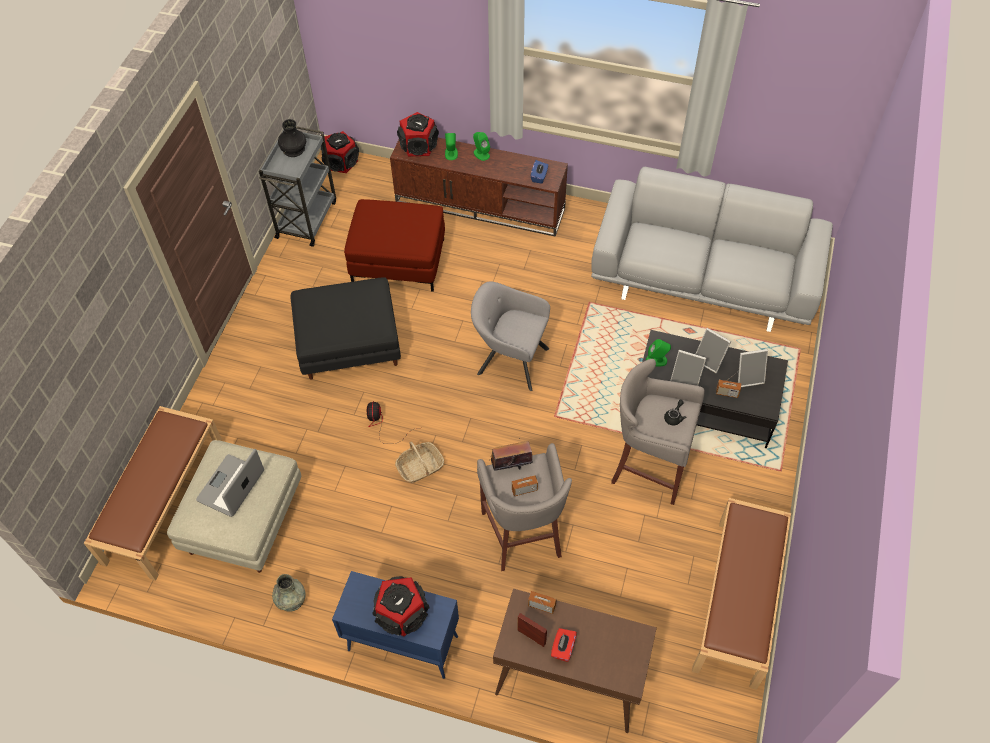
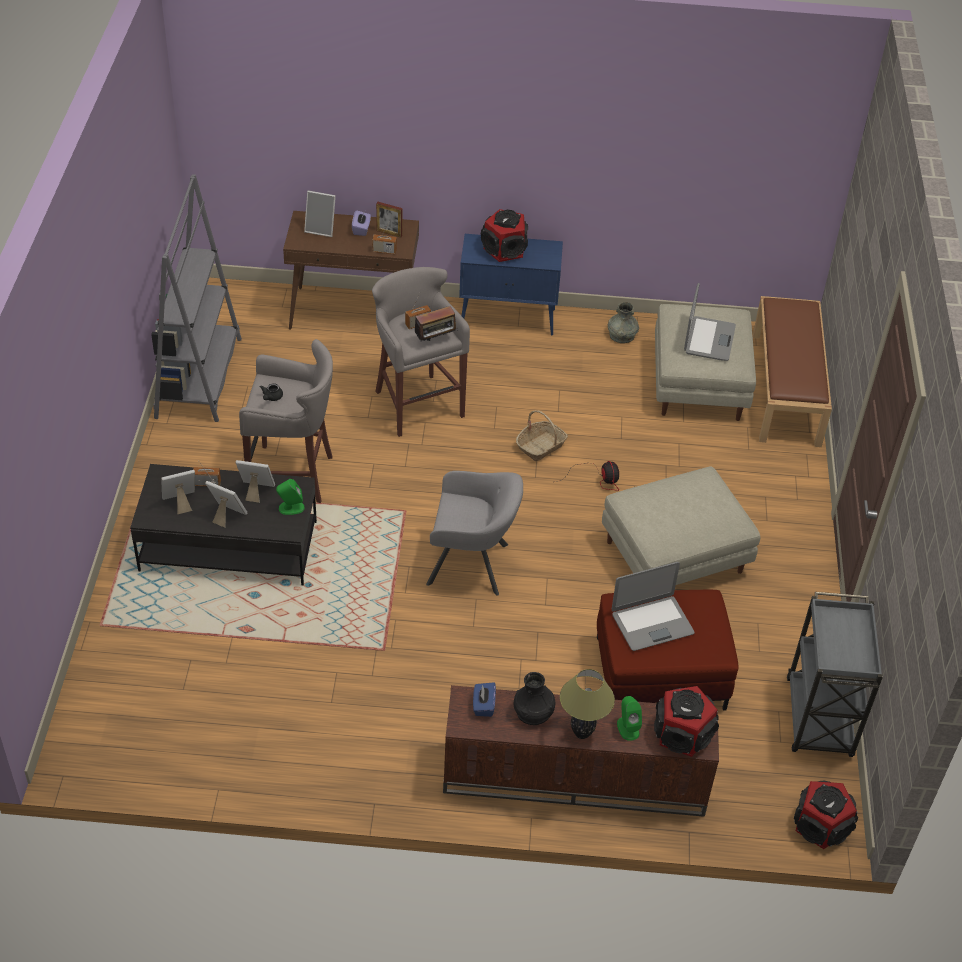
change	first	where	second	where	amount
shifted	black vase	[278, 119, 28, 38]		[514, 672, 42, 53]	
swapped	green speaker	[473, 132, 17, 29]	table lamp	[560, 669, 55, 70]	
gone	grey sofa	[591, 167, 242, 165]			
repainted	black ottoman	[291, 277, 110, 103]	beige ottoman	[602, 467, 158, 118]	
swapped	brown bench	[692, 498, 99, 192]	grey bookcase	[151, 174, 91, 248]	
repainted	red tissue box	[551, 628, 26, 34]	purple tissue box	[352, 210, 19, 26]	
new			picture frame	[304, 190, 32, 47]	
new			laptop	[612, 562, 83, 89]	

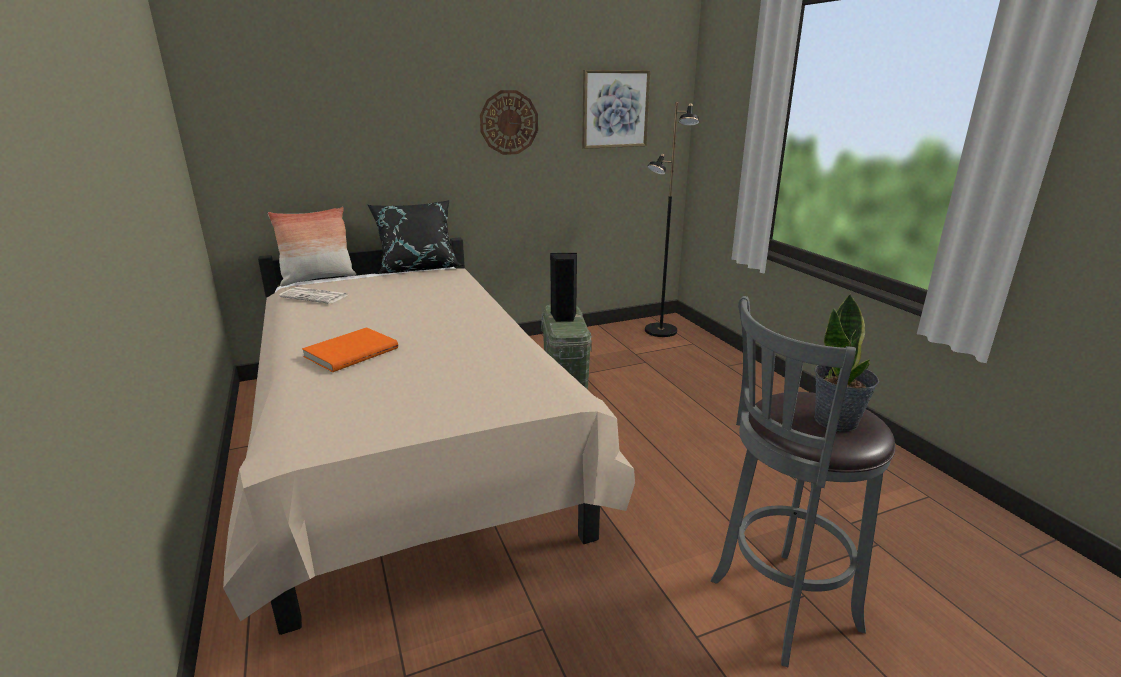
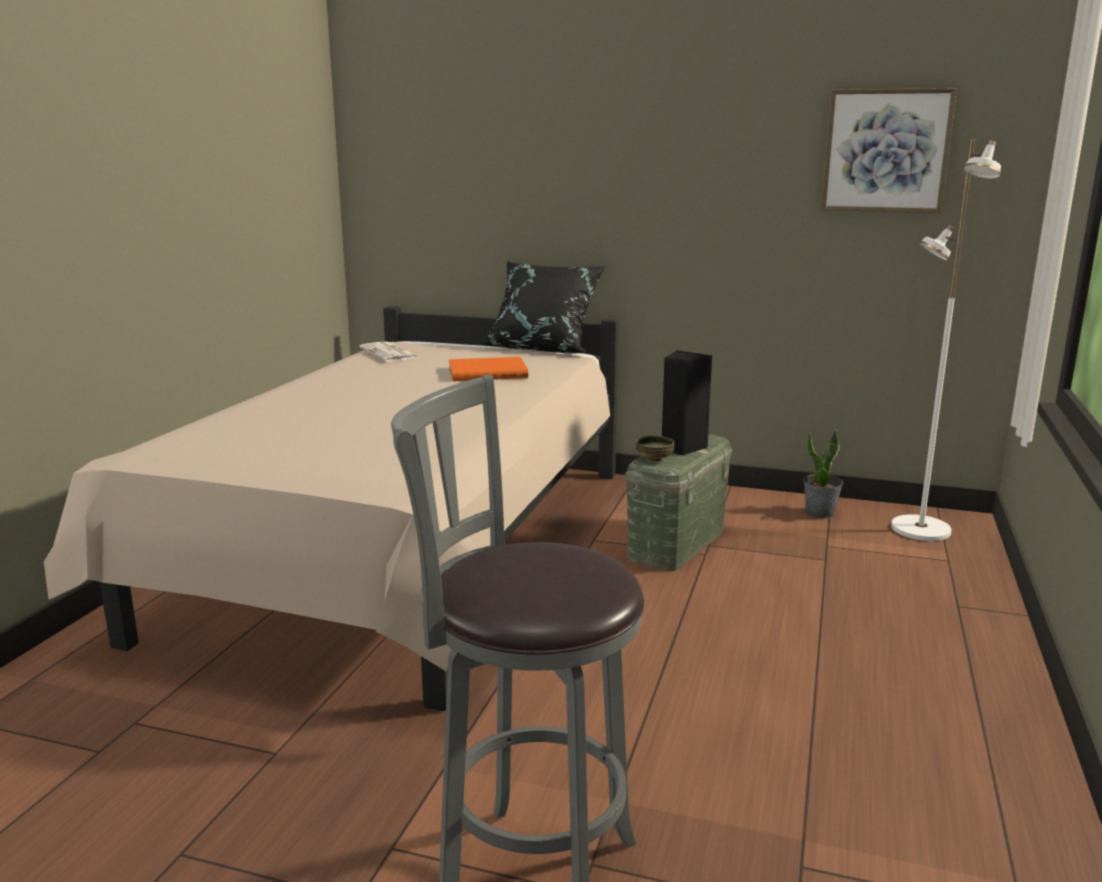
change	first	where	second	where	amount
gone	wall clock	[480, 90, 58, 65]			
repainted	black floor lamp	[645, 102, 54, 235]	white floor lamp	[891, 139, 110, 402]	
gone	pillow	[268, 207, 88, 79]			
shifted	potted plant	[814, 293, 65, 138]		[803, 429, 40, 89]	
shifted	orange book	[302, 327, 96, 45]		[449, 357, 79, 24]	
new			bowl	[636, 435, 38, 26]	

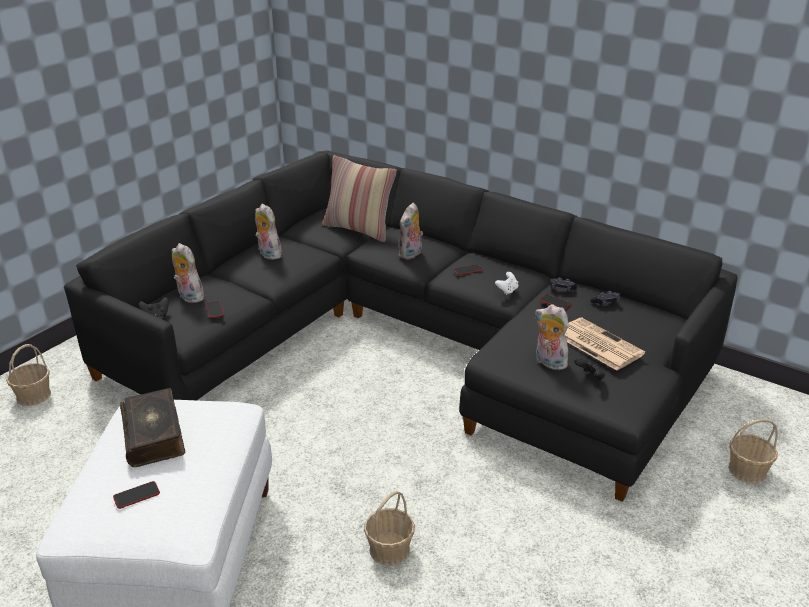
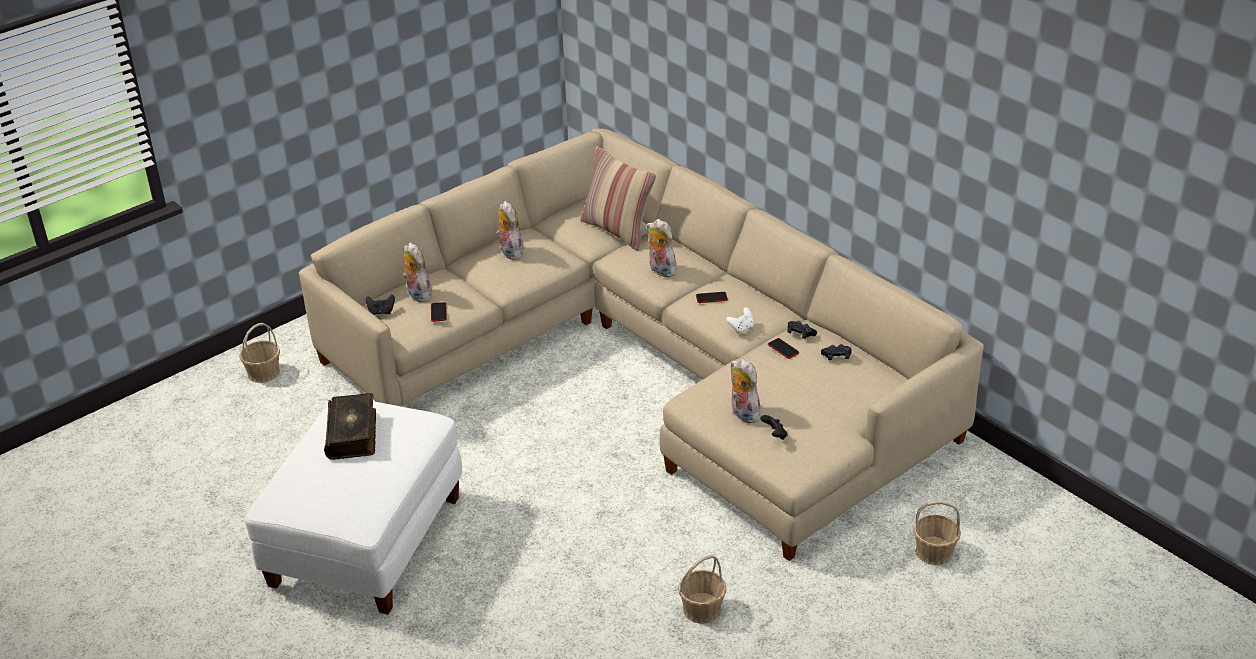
change	first	where	second	where	amount
repainted	black sofa	[64, 150, 674, 352]	beige sofa	[299, 129, 685, 432]	
rotated	plush toy	[399, 203, 24, 57]		[646, 219, 30, 58]	90 degrees clockwise
gone	newspaper	[565, 318, 80, 53]			
gone	phone	[113, 481, 47, 28]			
shifted	basket	[364, 491, 51, 75]		[678, 555, 49, 69]	

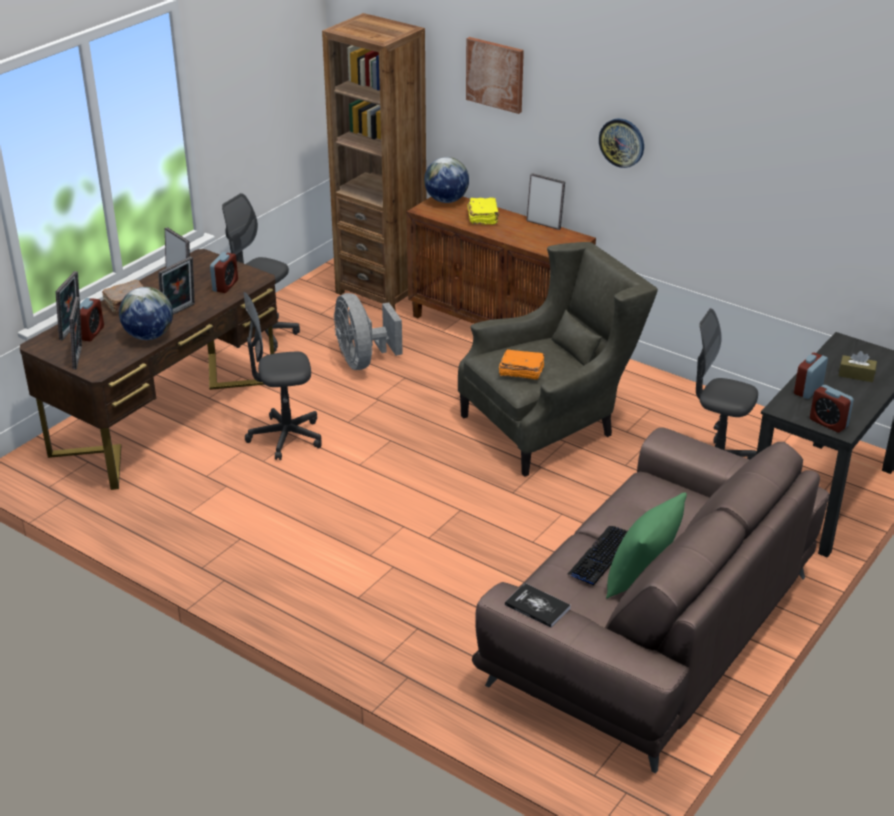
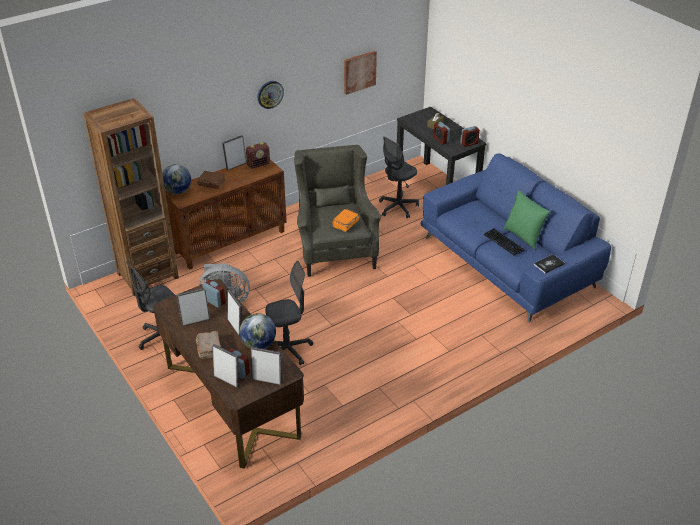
change	first	where	second	where	amount
shifted	picture	[466, 37, 58, 77]		[344, 51, 33, 44]	
repainted	yellow book	[467, 197, 32, 28]	brown book	[197, 171, 28, 18]	
rotated	grey office chair	[244, 292, 78, 168]		[265, 261, 48, 104]	120 degrees counterclockwise
repainted	brown sofa	[472, 428, 358, 346]	blue sofa	[420, 153, 191, 169]	
new			radio	[246, 142, 24, 27]	

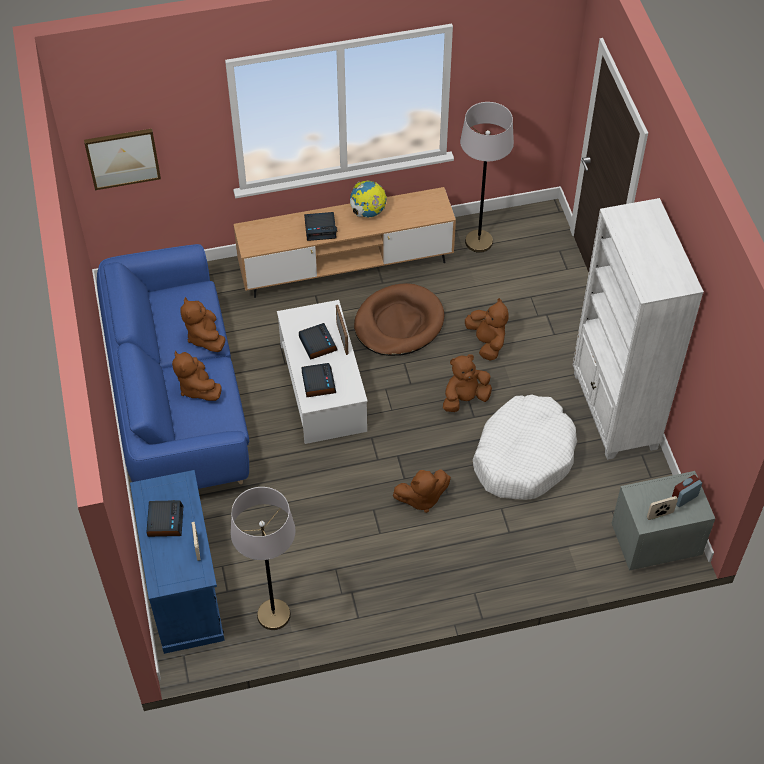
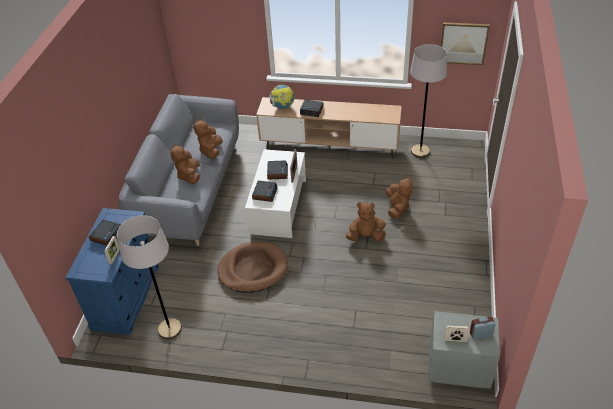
change	first	where	second	where	amount
shifted	picture	[84, 129, 77, 61]		[441, 22, 49, 43]	
shifted	globe	[350, 180, 37, 38]		[270, 85, 24, 24]	
gone	white bookcase	[573, 198, 131, 262]			
repainted	blue sofa	[97, 244, 152, 245]	grey sofa	[119, 94, 120, 152]	
shifted	brown dog bed	[354, 283, 90, 73]		[217, 242, 71, 51]	
gone	white dog bed	[473, 394, 104, 106]			
gone	brown plush toy	[393, 469, 58, 44]			

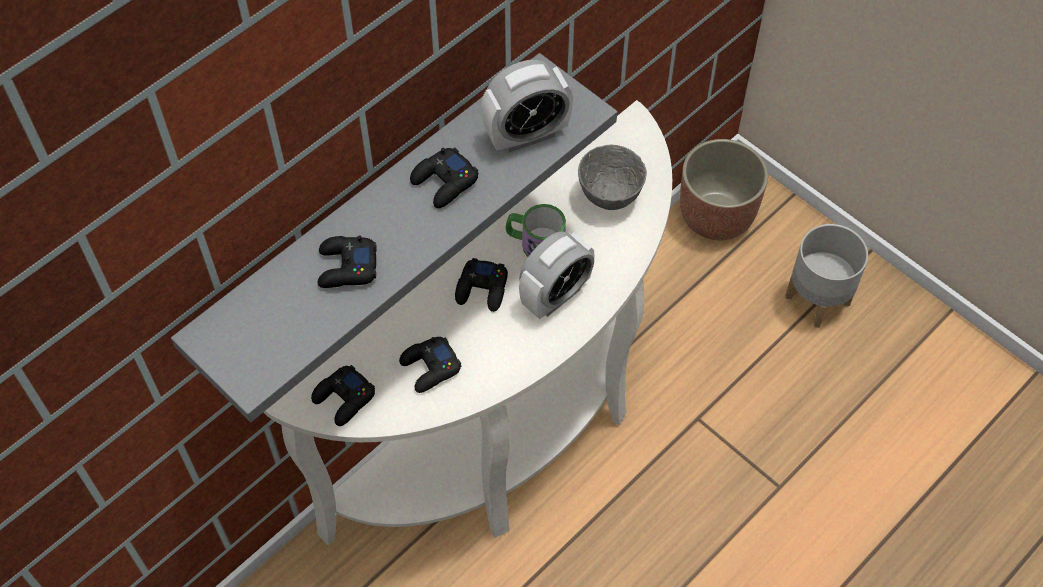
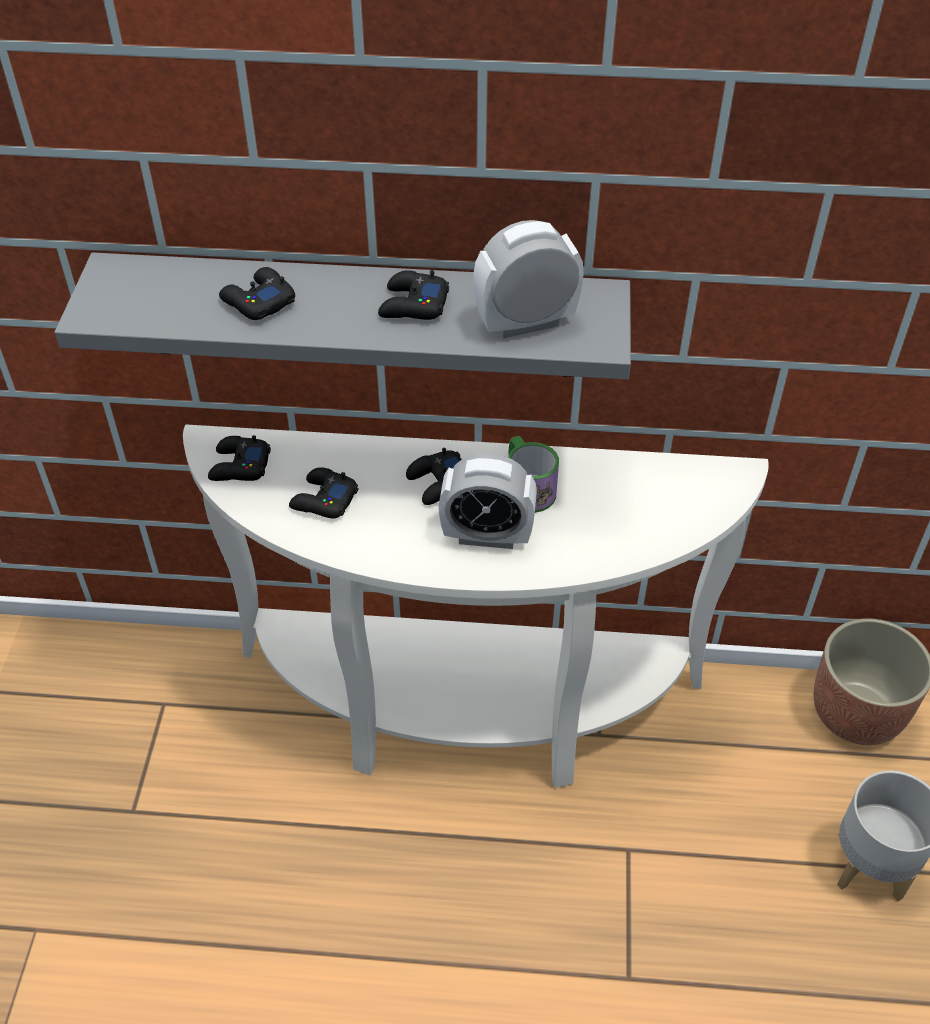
change	first	where	second	where	amount
rotated	alarm clock	[481, 60, 92, 93]		[473, 220, 111, 118]	135 degrees clockwise
gone	grey bowl	[578, 144, 69, 66]			

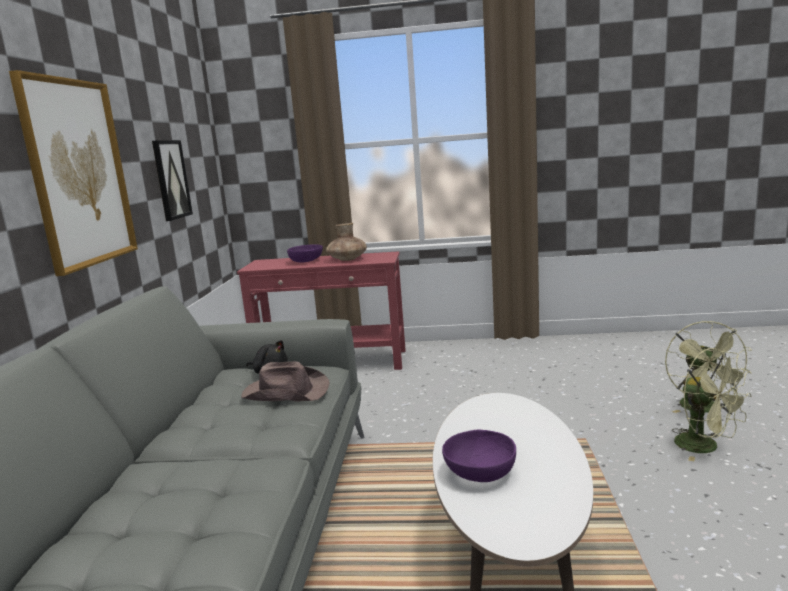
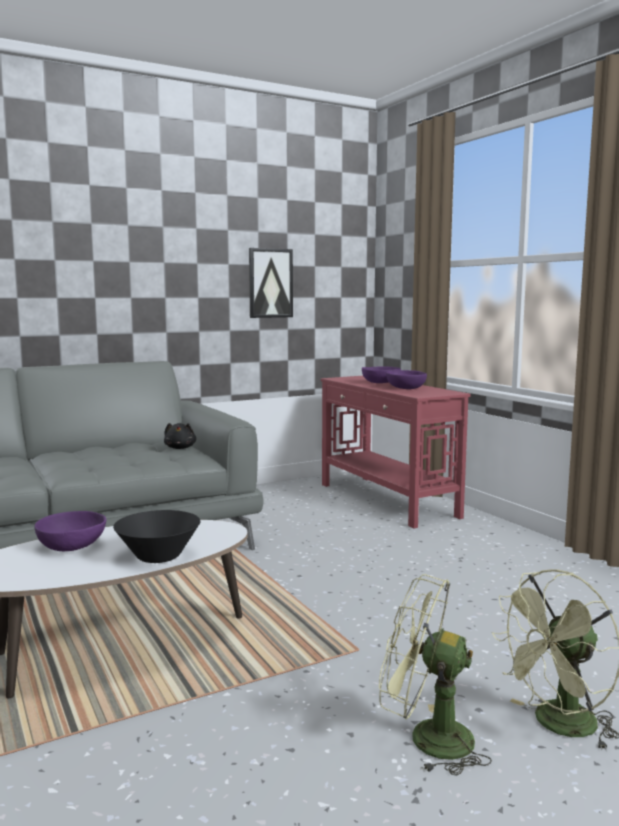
change	first	where	second	where	amount
gone	picture	[9, 70, 129, 206]			
swapped	brown vase	[326, 223, 41, 38]	purple bowl	[386, 370, 41, 19]	
rotated	green fan	[672, 348, 80, 113]		[379, 574, 113, 202]	90 degrees clockwise
gone	brown hat	[241, 361, 89, 41]			
new			black bowl	[113, 510, 87, 53]	

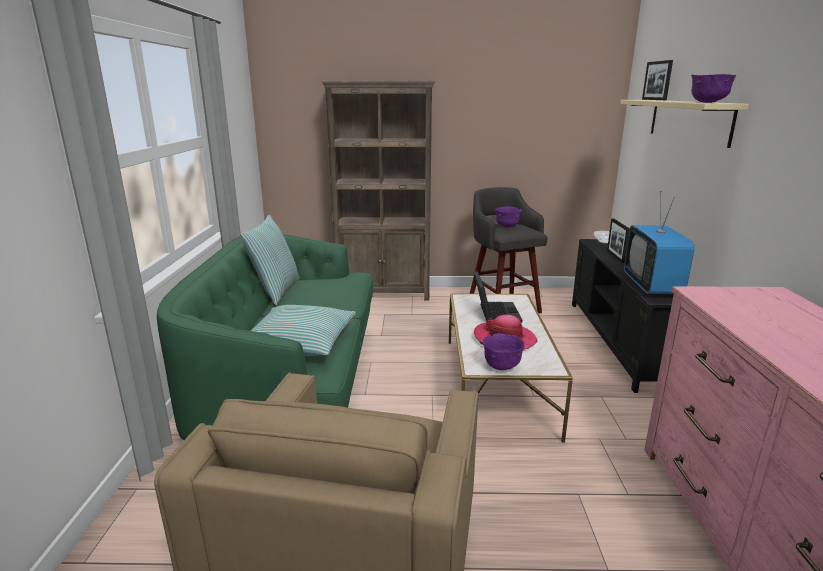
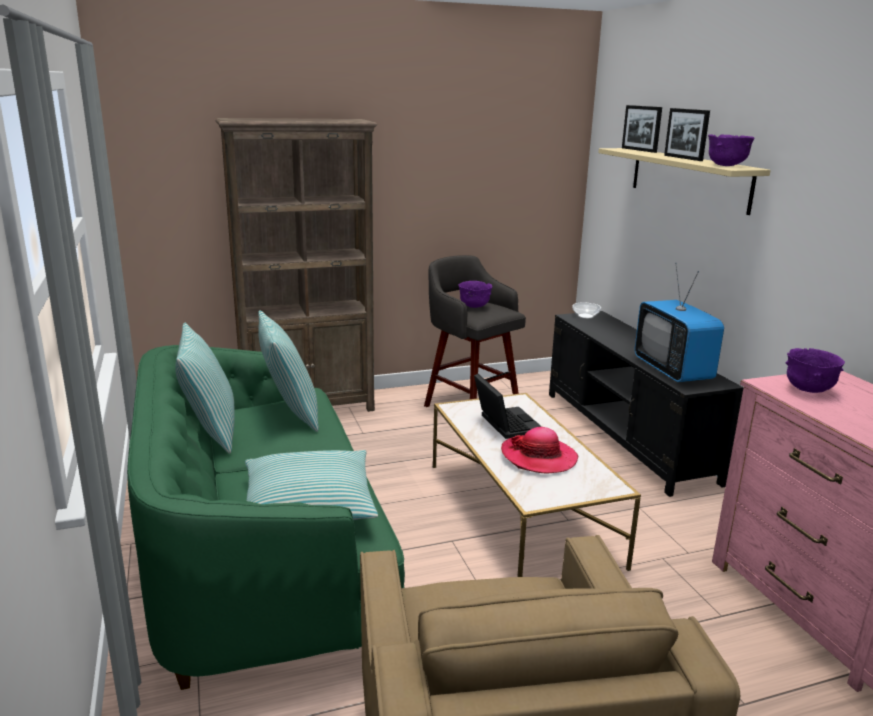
change	first	where	second	where	amount
shifted	picture frame	[607, 218, 23, 45]		[664, 108, 46, 53]	
shifted	purple bowl	[483, 333, 42, 37]		[786, 348, 59, 45]	
new			pillow	[258, 310, 61, 122]	

